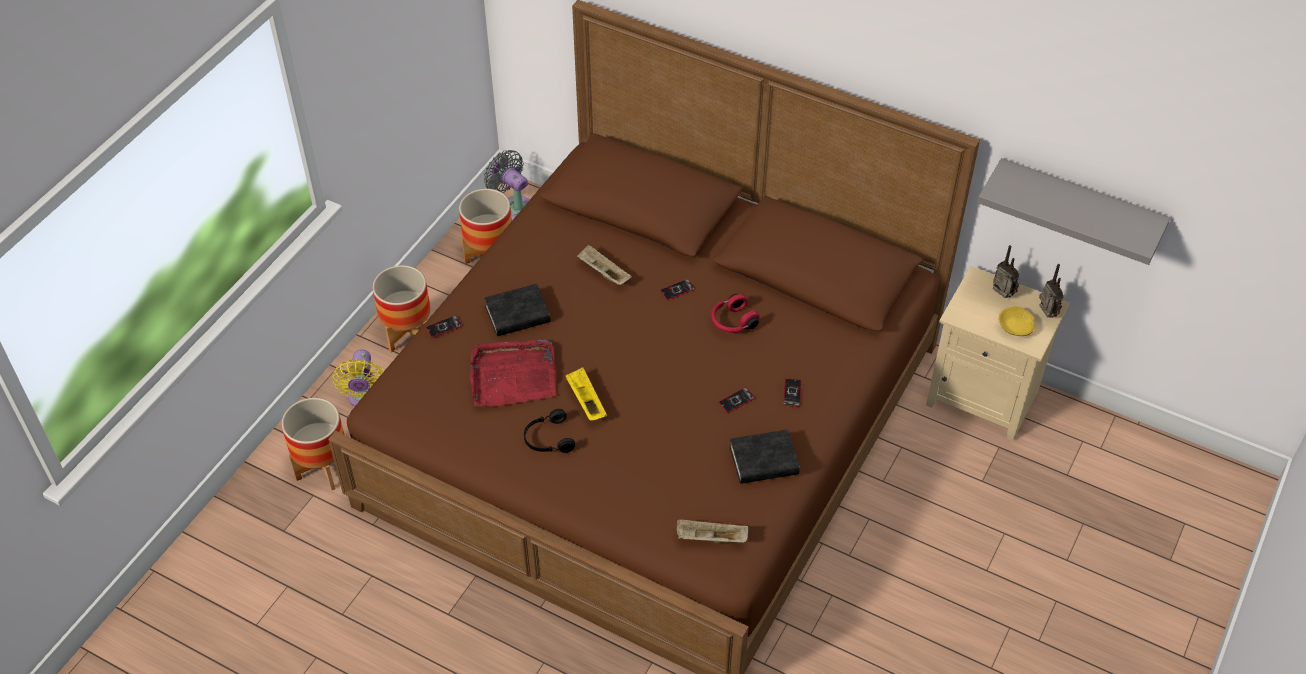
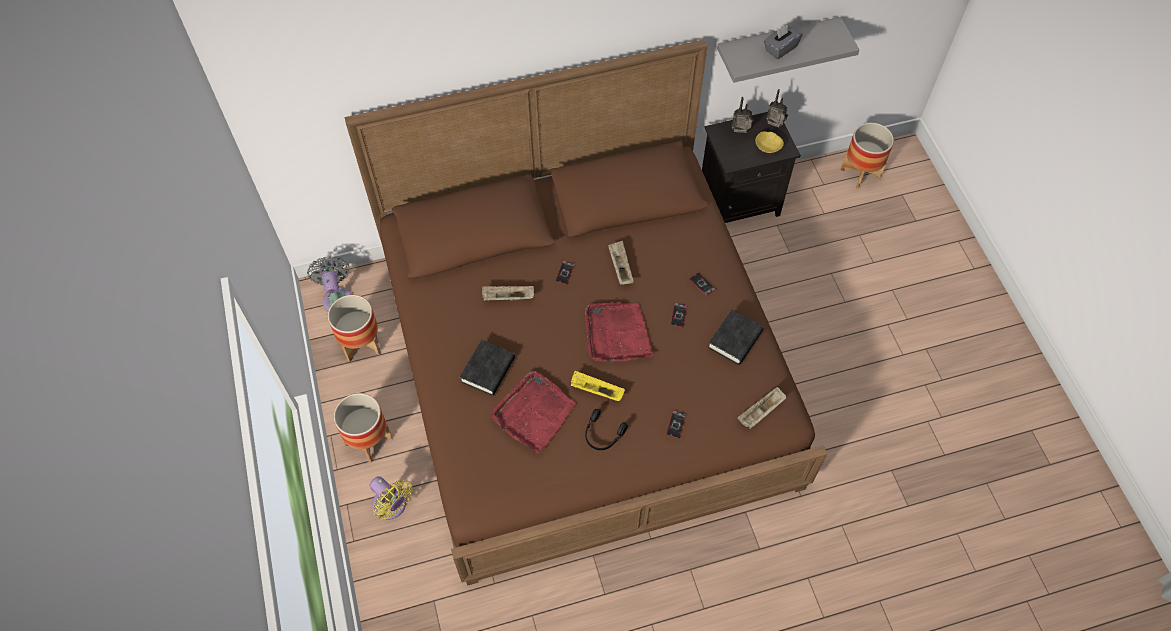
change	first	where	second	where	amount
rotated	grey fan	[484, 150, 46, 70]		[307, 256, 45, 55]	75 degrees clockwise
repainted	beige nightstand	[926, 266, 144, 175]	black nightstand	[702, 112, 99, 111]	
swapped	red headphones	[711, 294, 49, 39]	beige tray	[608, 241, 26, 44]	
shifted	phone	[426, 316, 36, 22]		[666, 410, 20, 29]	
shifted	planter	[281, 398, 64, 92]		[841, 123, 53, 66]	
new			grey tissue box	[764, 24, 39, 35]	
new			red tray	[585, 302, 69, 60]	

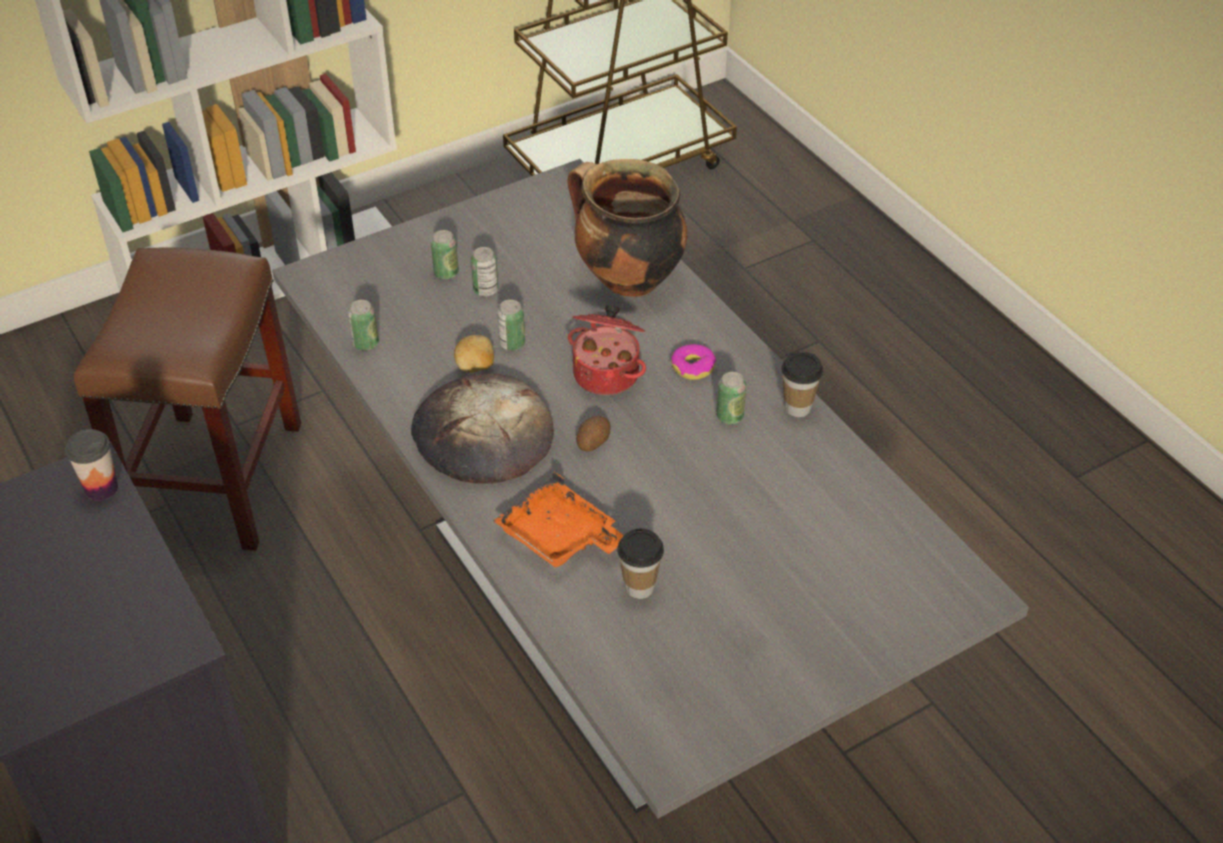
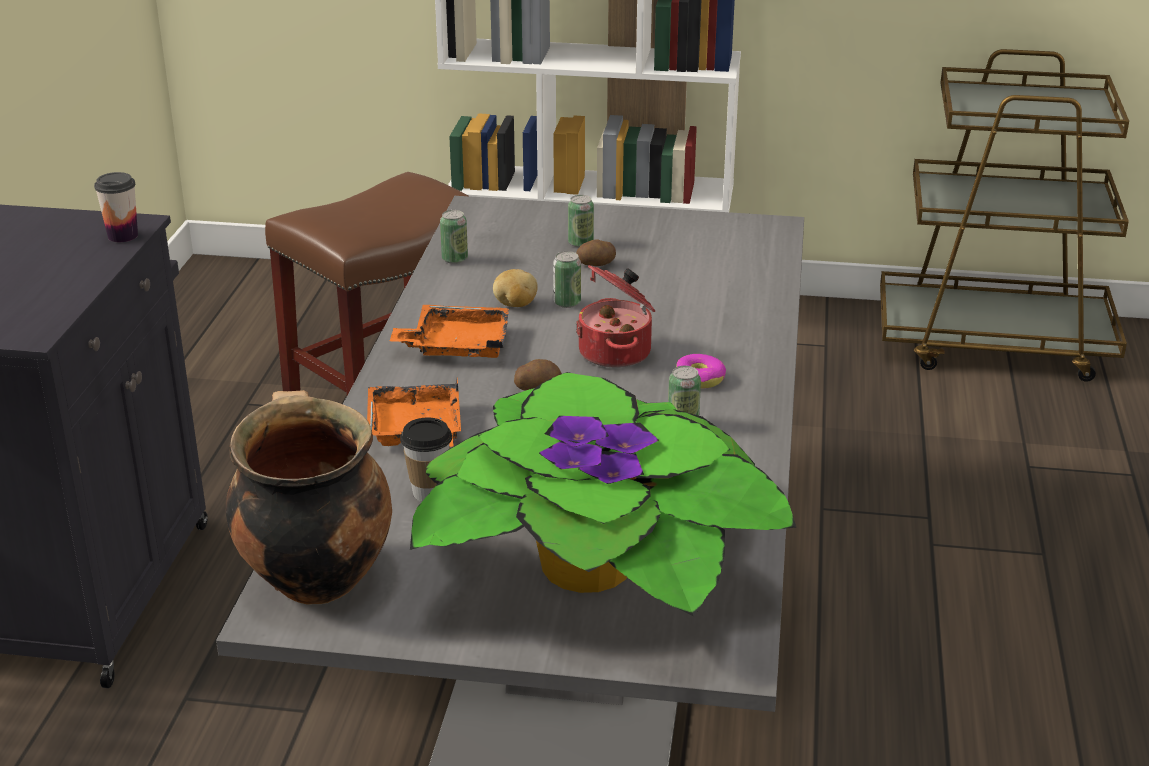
change	first	where	second	where	amount
shifted	cooking pot	[567, 159, 120, 138]		[226, 390, 166, 214]	
swapped	can	[471, 247, 27, 50]	potato	[576, 239, 40, 27]	
gone	cup	[781, 352, 42, 65]			
swapped	bread	[411, 373, 143, 111]	orange tray	[390, 305, 119, 53]	
new			potted plant	[410, 372, 386, 244]	

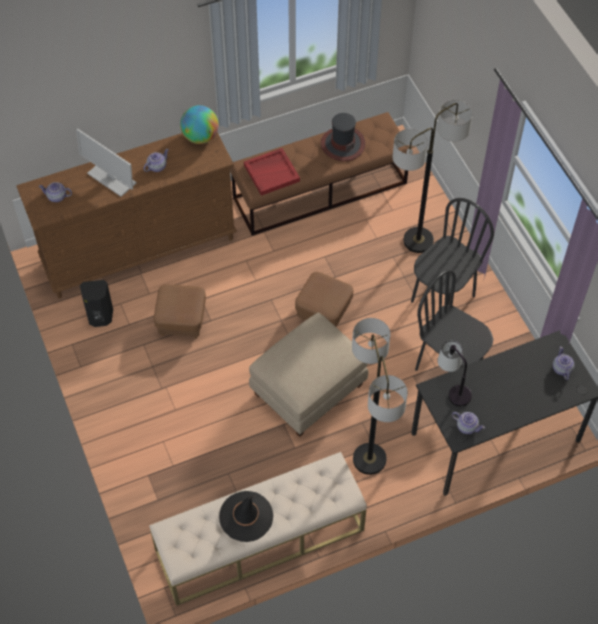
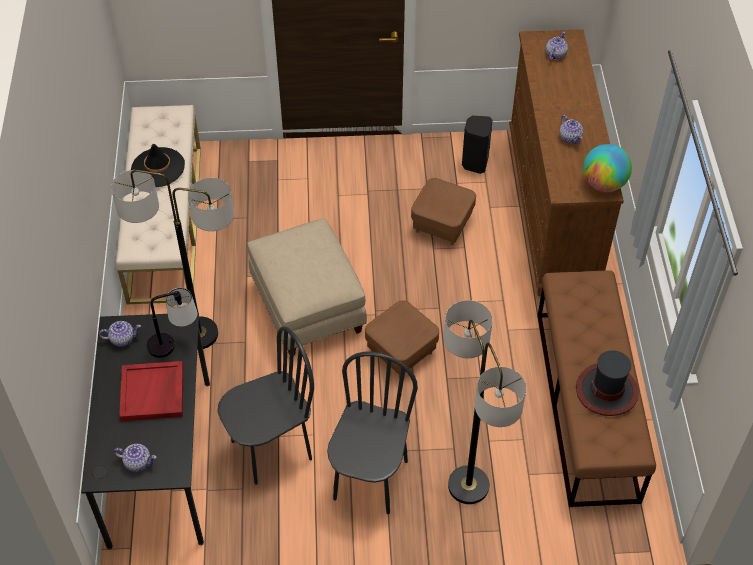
change	first	where	second	where	amount
gone	monitor	[76, 128, 60, 69]			
shifted	red tray	[244, 148, 56, 48]		[119, 361, 64, 60]	
rotated	black chair	[411, 198, 83, 107]		[327, 352, 91, 162]	135 degrees counterclockwise
rotated	teapot	[452, 412, 33, 22]		[99, 321, 42, 26]	150 degrees counterclockwise

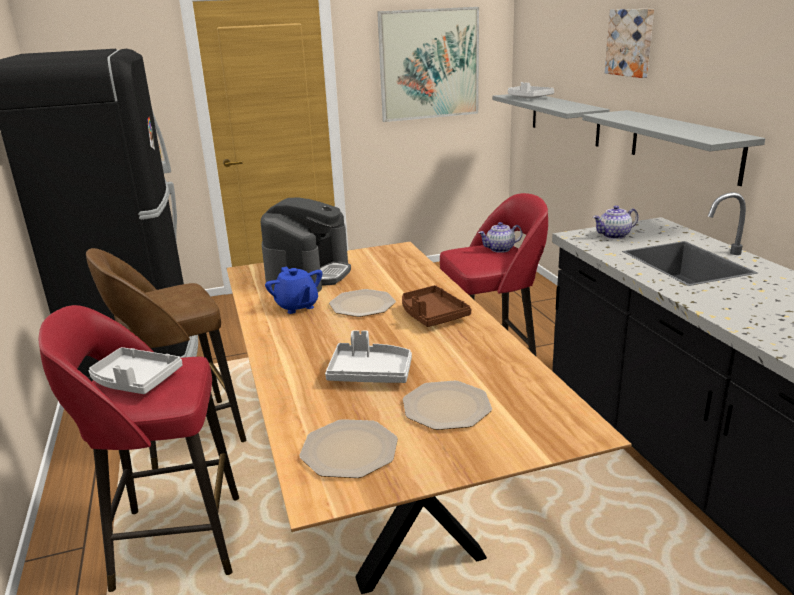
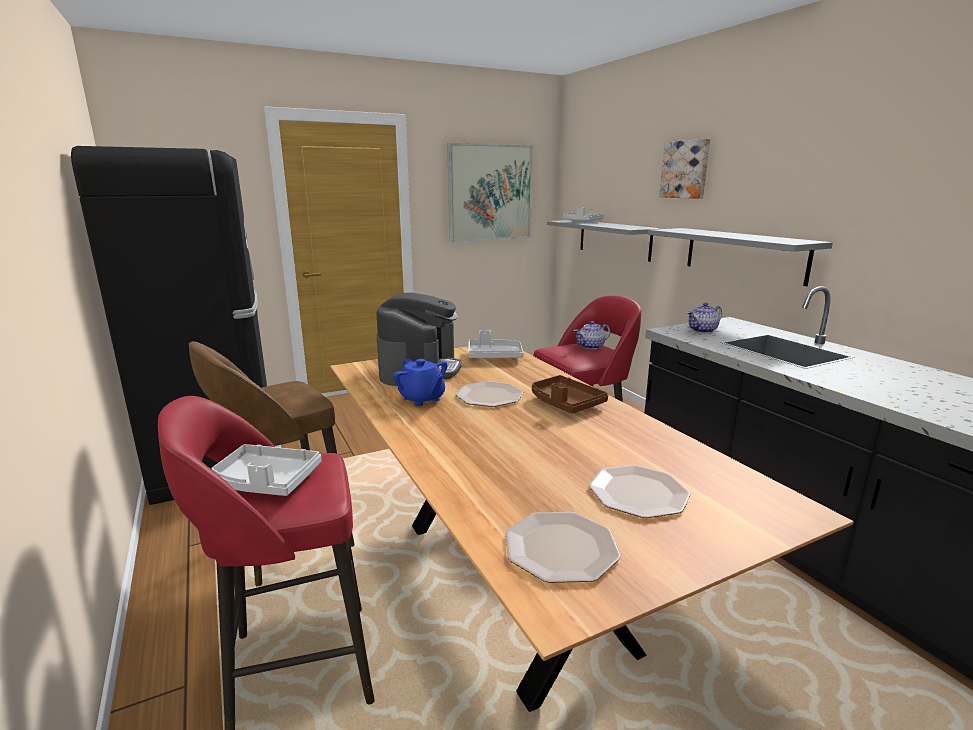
change	first	where	second	where	amount
shifted	grey tray	[325, 330, 87, 53]		[468, 330, 56, 28]	

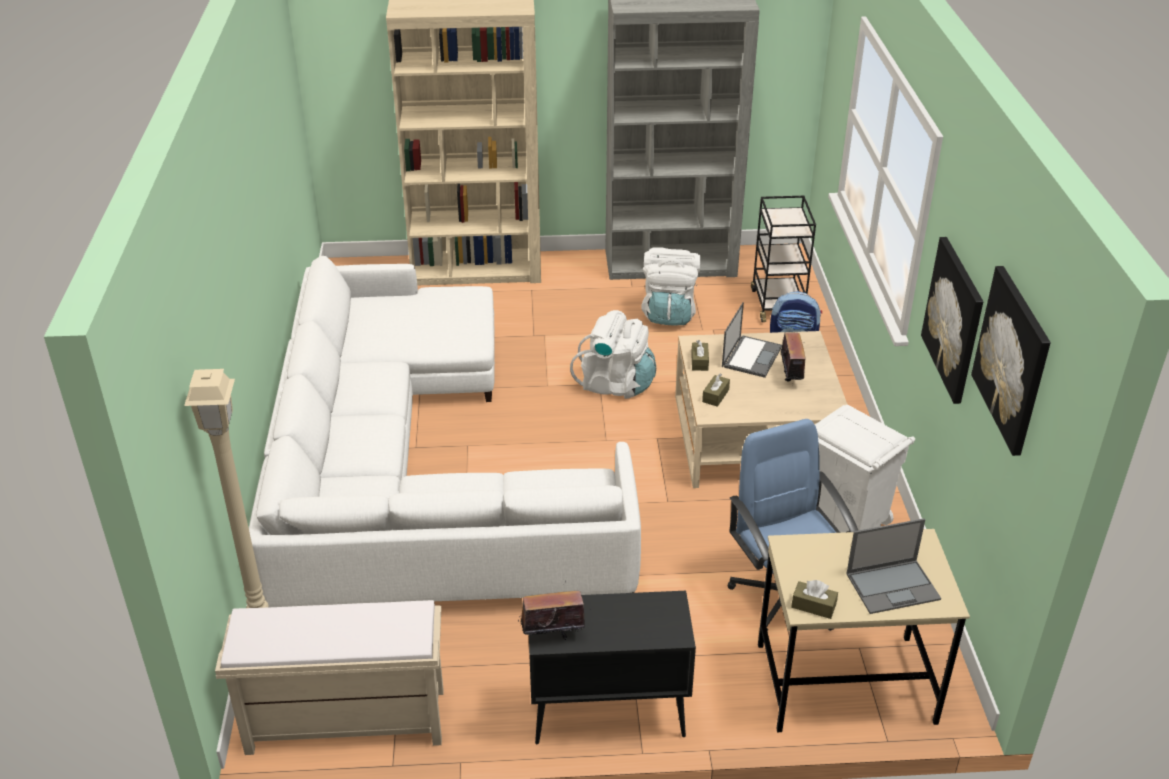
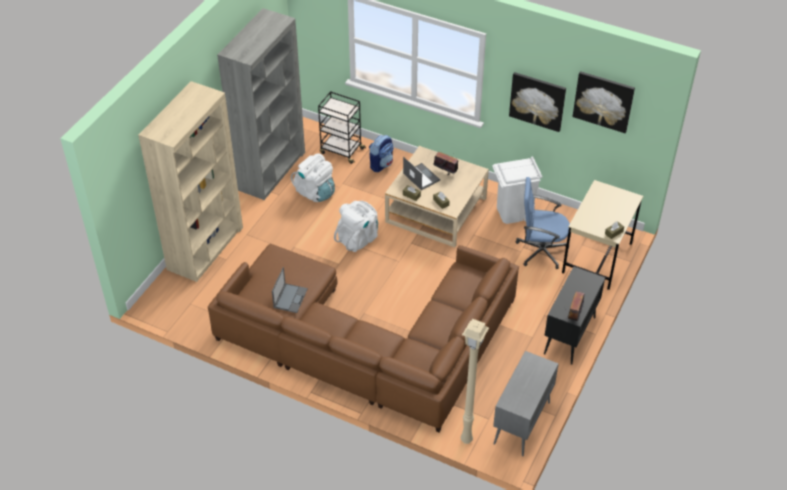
change	first	where	second	where	amount
repainted	white sofa	[249, 256, 392, 351]	brown sofa	[208, 244, 311, 188]	
shifted	laptop	[846, 518, 95, 96]		[272, 267, 36, 46]	
swapped	beige bench	[215, 600, 229, 155]	grey cabinet	[493, 351, 66, 105]	

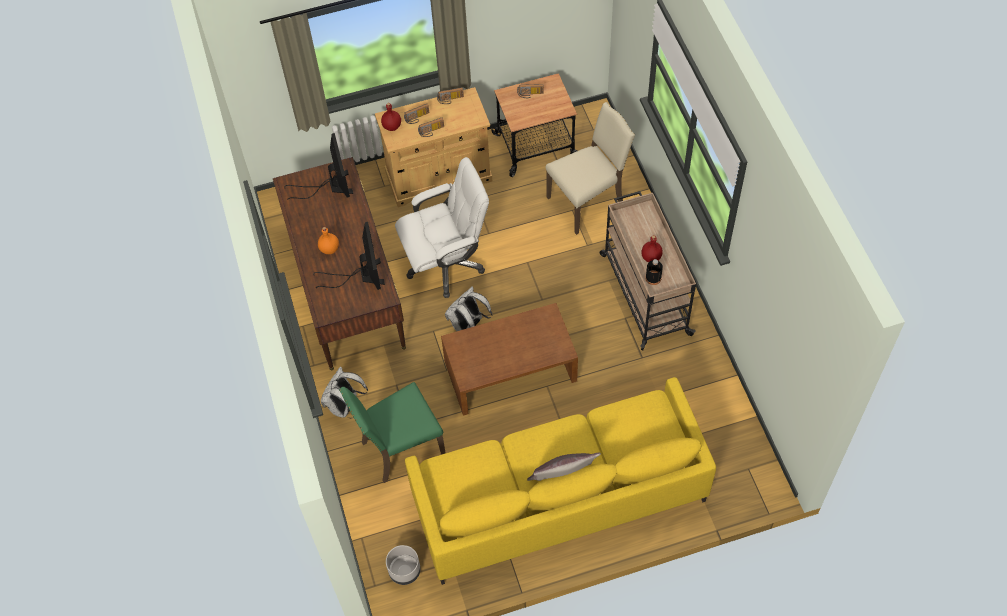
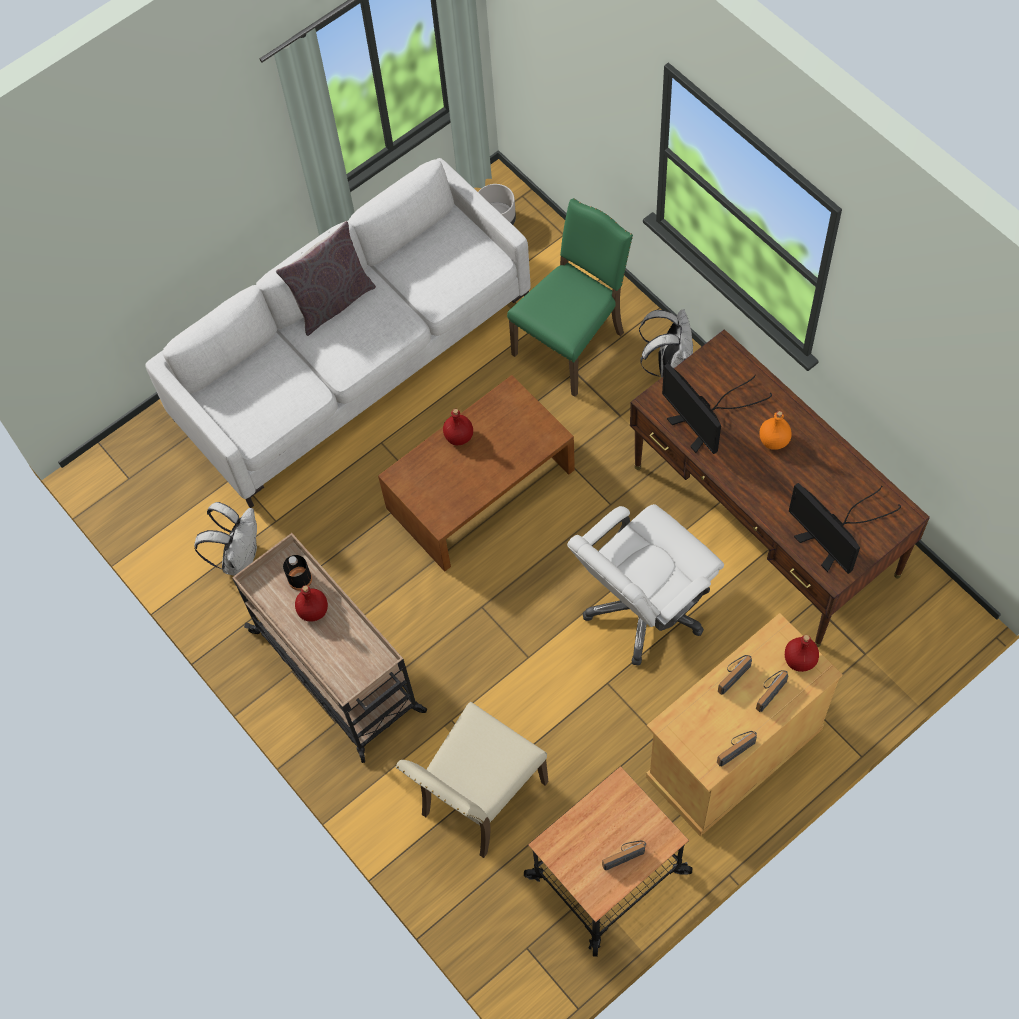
change	first	where	second	where	amount
shifted	white backpack	[445, 286, 47, 45]		[194, 502, 63, 74]	
repainted	yellow sofa	[405, 377, 311, 208]	white sofa	[145, 158, 386, 350]	
new			red bottle	[443, 408, 30, 37]	

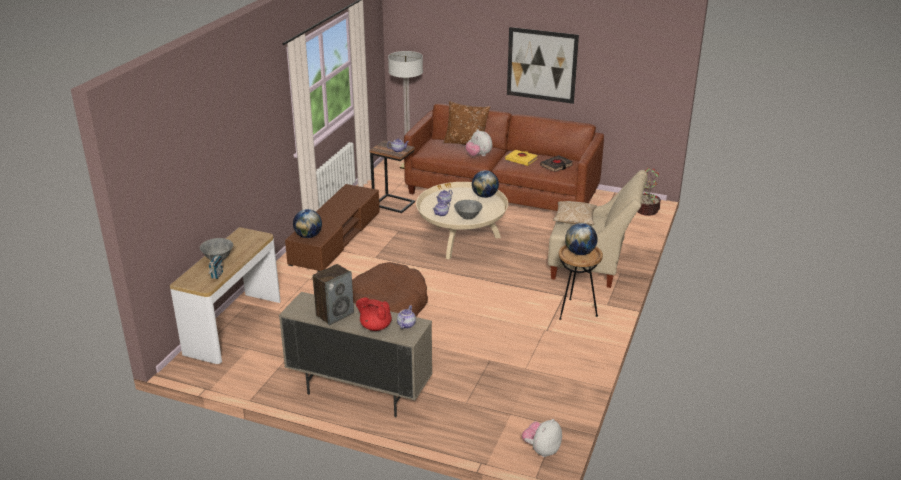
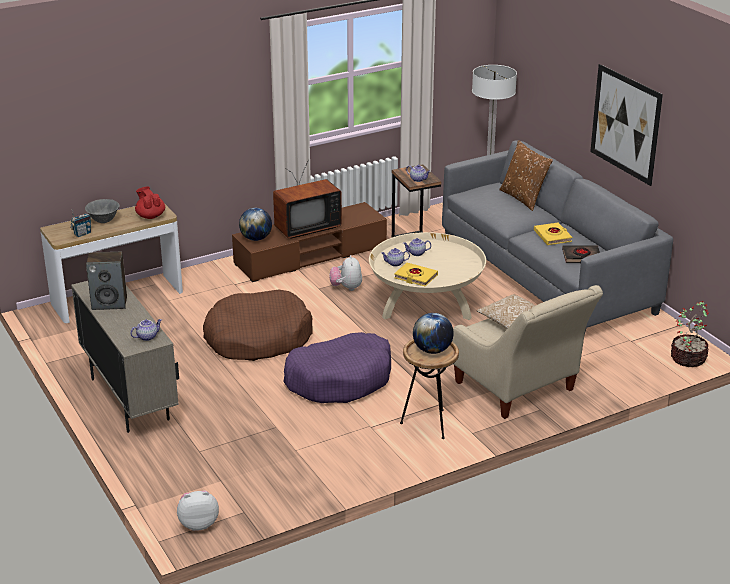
change	first	where	second	where	amount
repainted	brown sofa	[404, 103, 200, 108]	grey sofa	[442, 140, 231, 195]	
shifted	plush toy	[466, 129, 26, 27]		[329, 255, 33, 36]	
gone	globe	[472, 170, 27, 28]			
swapped	grey bowl	[454, 200, 29, 19]	yellow book	[394, 263, 44, 23]	
shifted	red teapot	[356, 298, 36, 33]		[135, 187, 30, 32]	
new			television	[273, 160, 69, 78]	
new			purple dog bed	[283, 332, 108, 71]	

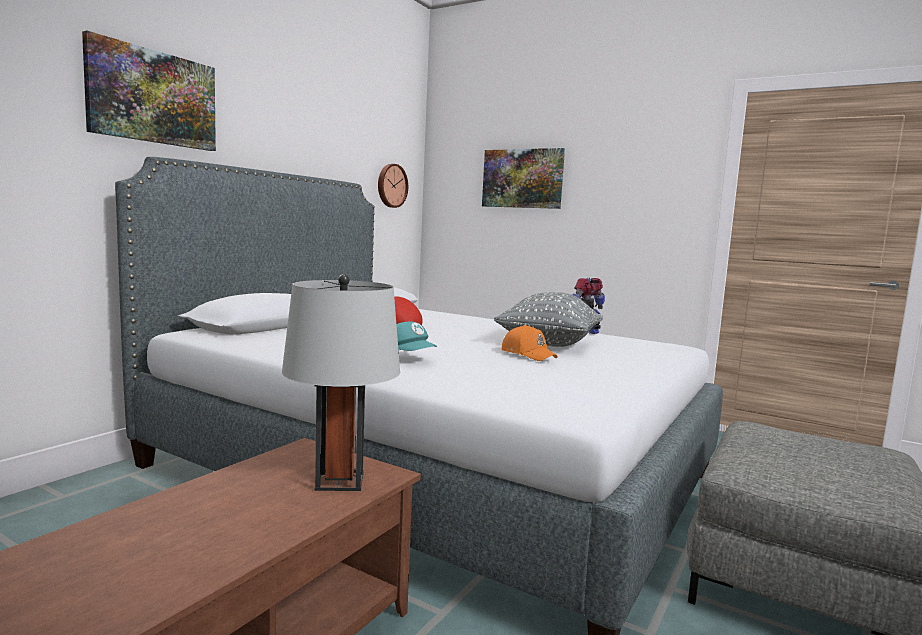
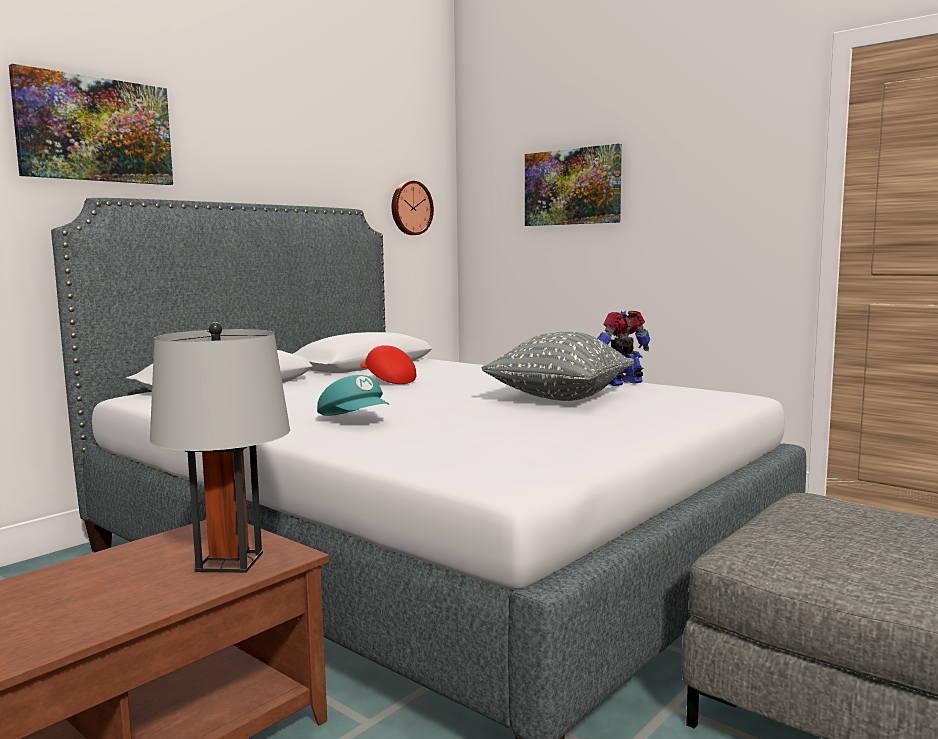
change	first	where	second	where	amount
gone	orange cap	[502, 325, 55, 36]			

